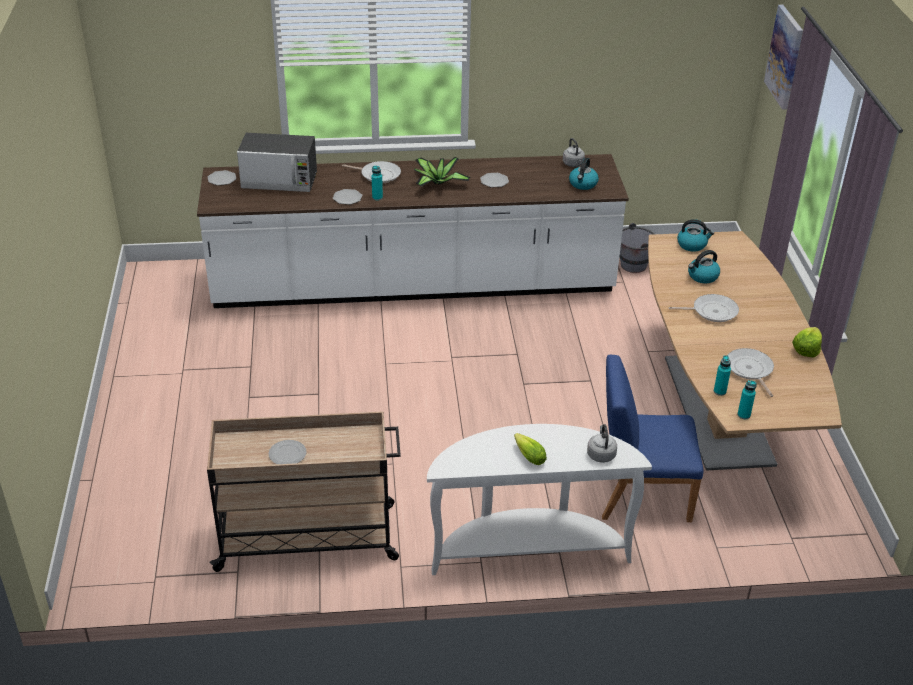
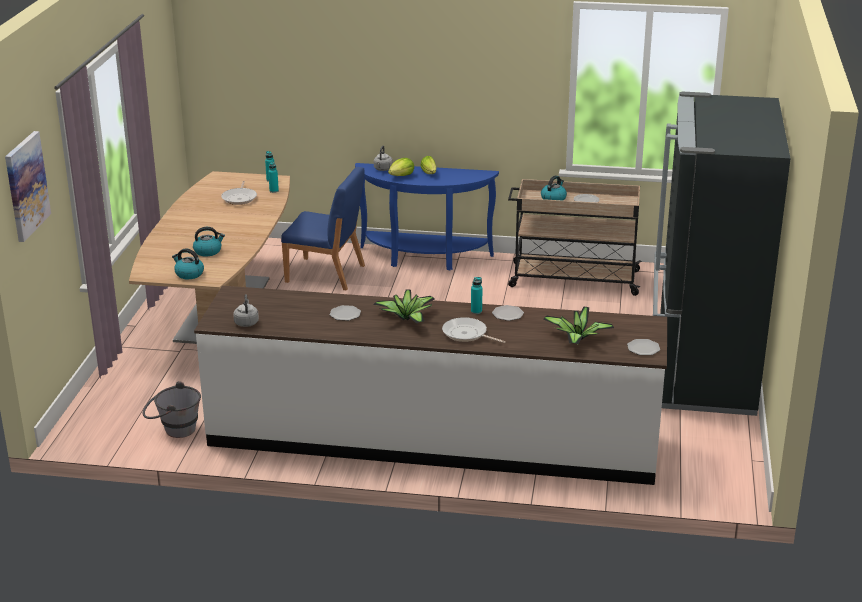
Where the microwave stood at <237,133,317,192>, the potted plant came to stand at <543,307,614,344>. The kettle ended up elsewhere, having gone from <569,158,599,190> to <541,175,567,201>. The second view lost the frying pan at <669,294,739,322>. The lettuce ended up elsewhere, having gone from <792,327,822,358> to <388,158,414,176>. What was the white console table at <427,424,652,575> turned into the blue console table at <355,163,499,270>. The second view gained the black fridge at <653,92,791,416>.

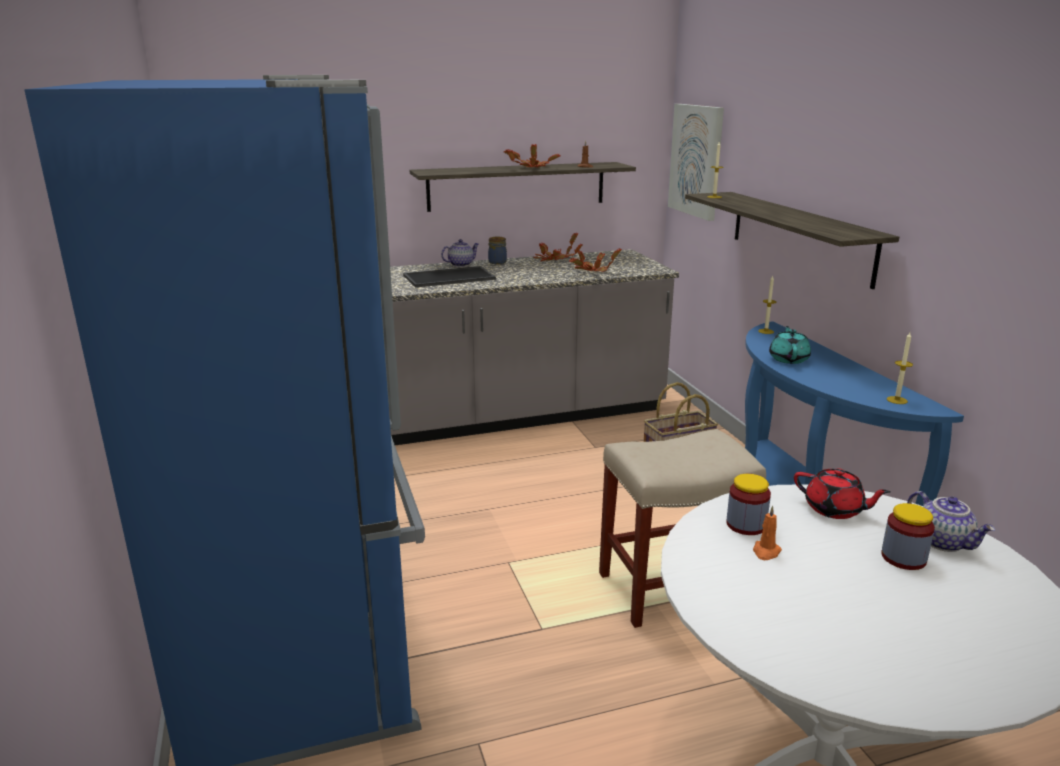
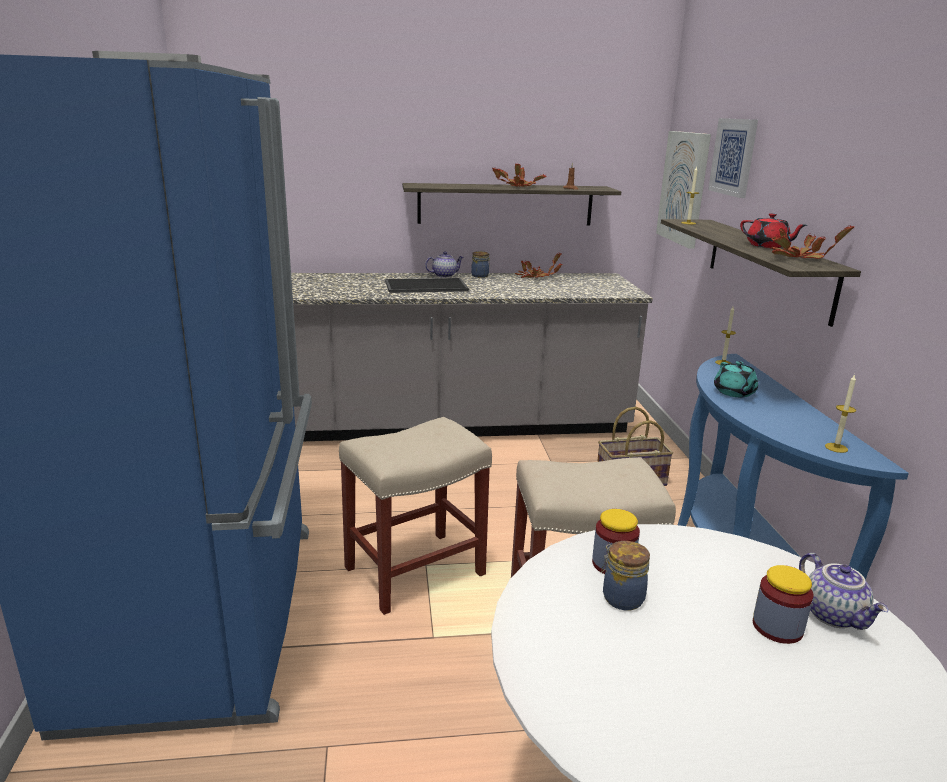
The potted plant ended up elsewhere, having gone from <569,248,622,272> to <771,226,854,259>. The turquoise teapot at <769,326,811,364> ended up facing another way, 150 degrees clockwise from before. The red teapot ended up elsewhere, having gone from <794,468,890,519> to <740,213,807,248>. Where the orange candle stood at <753,506,782,560>, the jar came to stand at <601,541,650,610>. The second view gained the picture at <708,118,758,198>. The second view gained the beige stool at <339,417,492,615>.

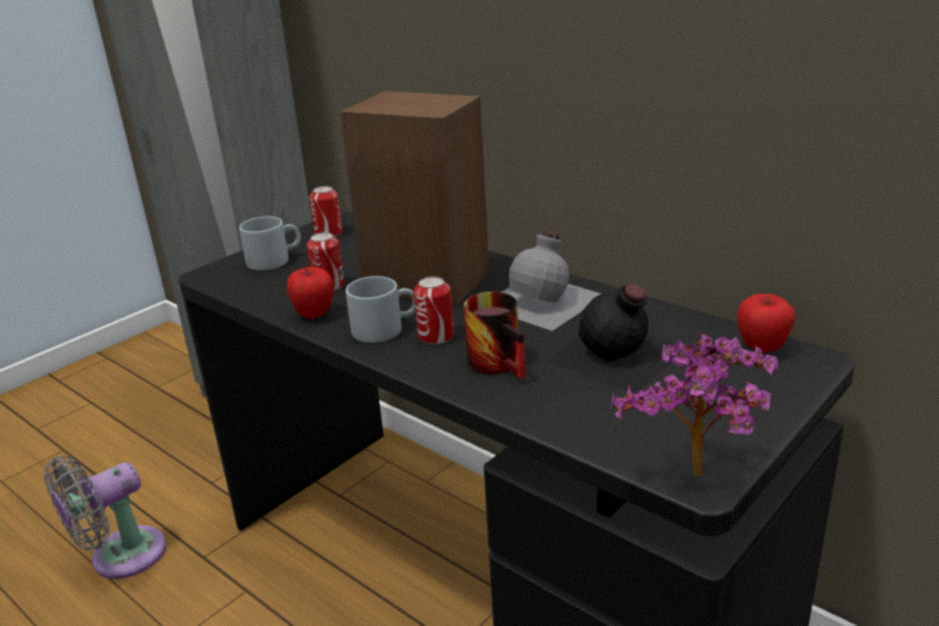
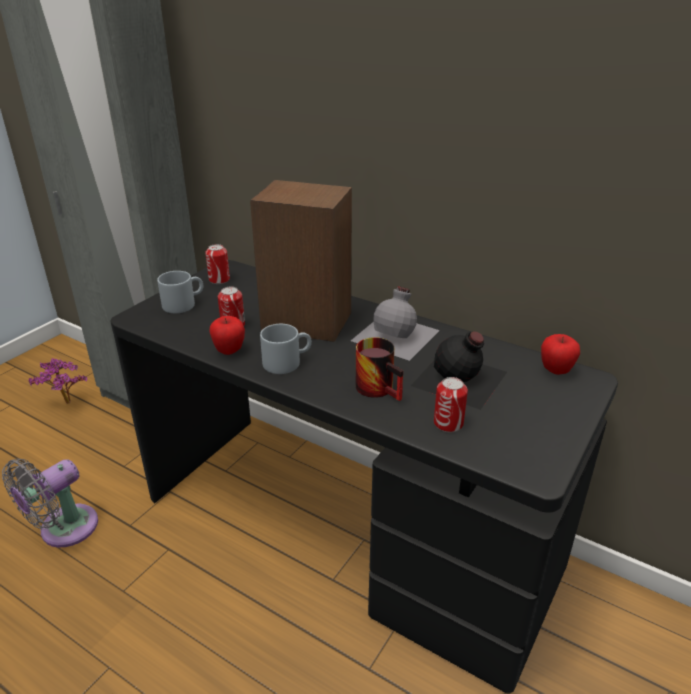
The can ended up elsewhere, having gone from <414,276,454,345> to <434,377,468,432>. The potted plant ended up elsewhere, having gone from <610,334,778,476> to <29,358,88,404>.

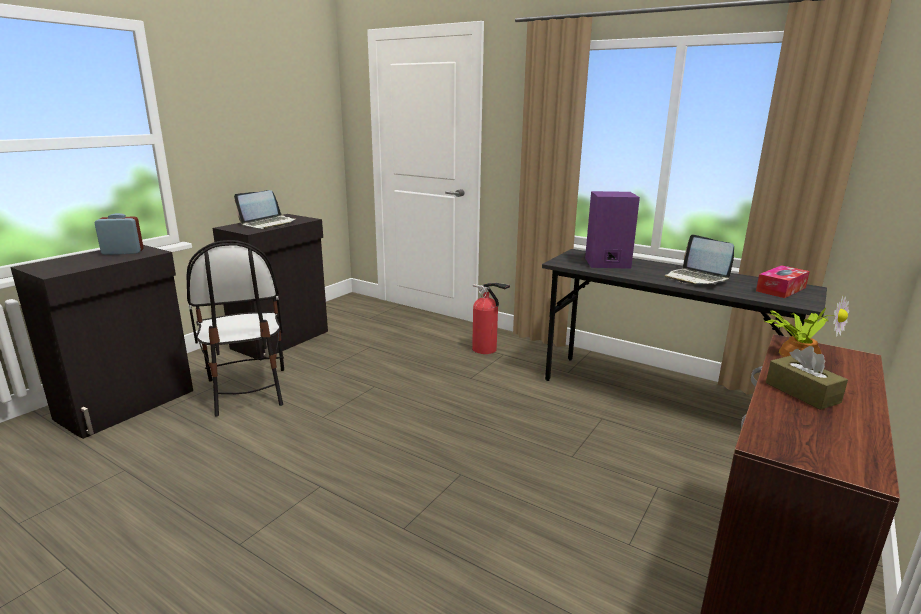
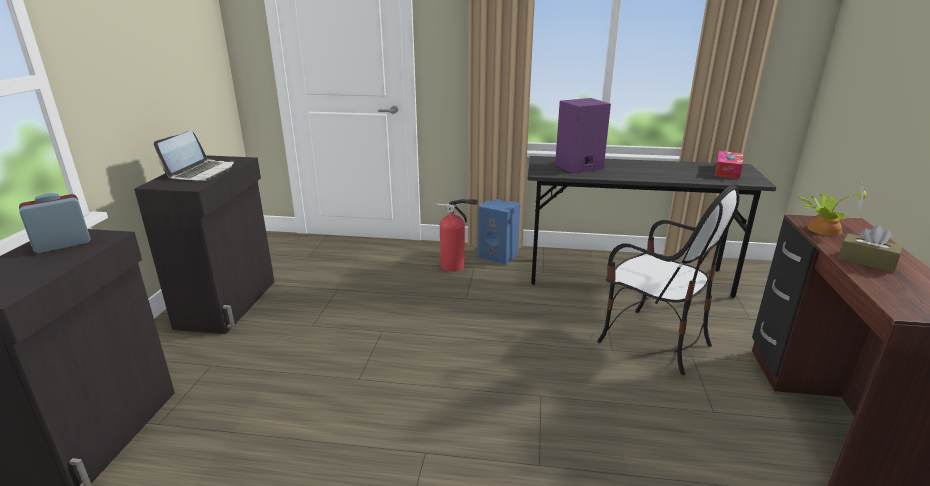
The second view lost the laptop at <664,234,734,284>. The chair ended up elsewhere, having gone from <187,240,284,417> to <597,183,740,375>. The second view gained the blue speaker at <478,199,520,265>.

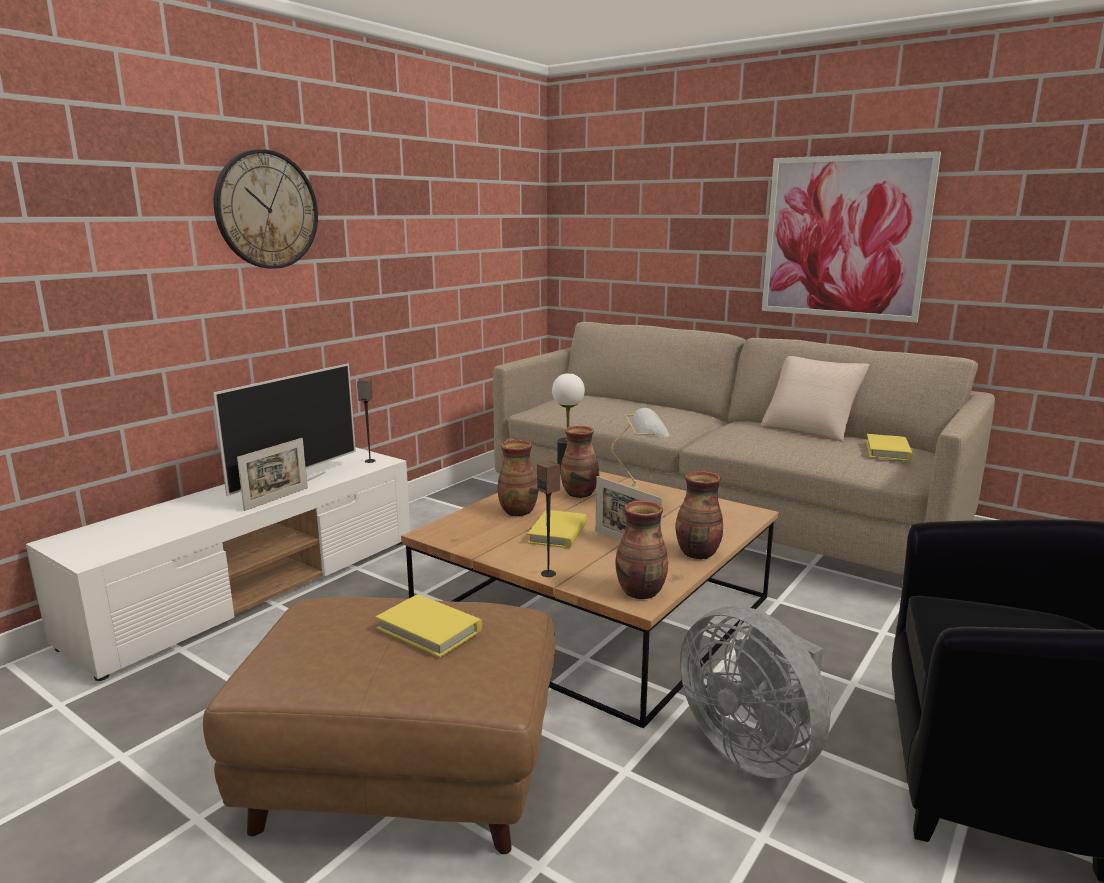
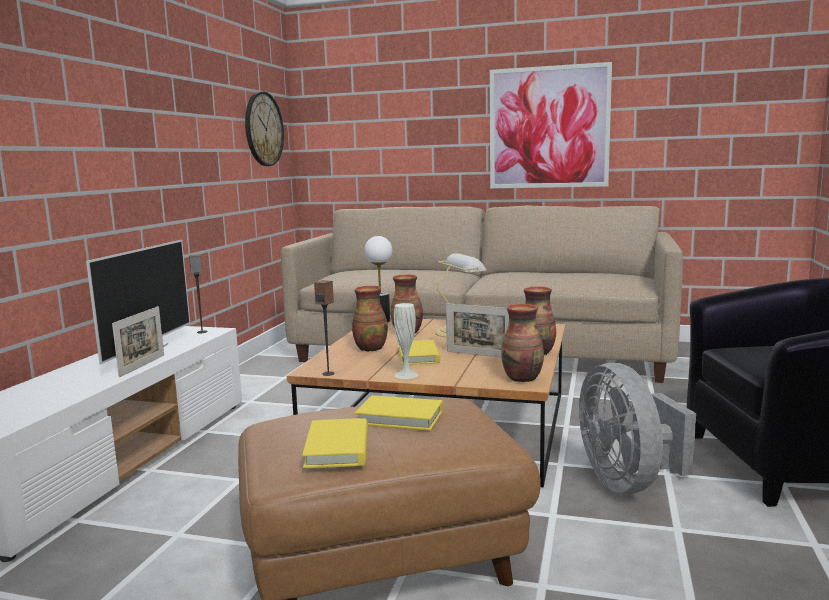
The wall clock ended up elsewhere, having gone from <214,149,318,269> to <245,91,284,166>. The second view lost the beige pillow at <761,356,869,442>. The yellow book ended up elsewhere, having gone from <866,434,913,461> to <302,418,368,468>. The speaker ended up elsewhere, having gone from <537,461,560,577> to <314,280,335,376>. The grey fan at <680,606,830,778> ended up facing another way, 45 degrees clockwise from before. The second view gained the white vase at <394,303,418,379>.

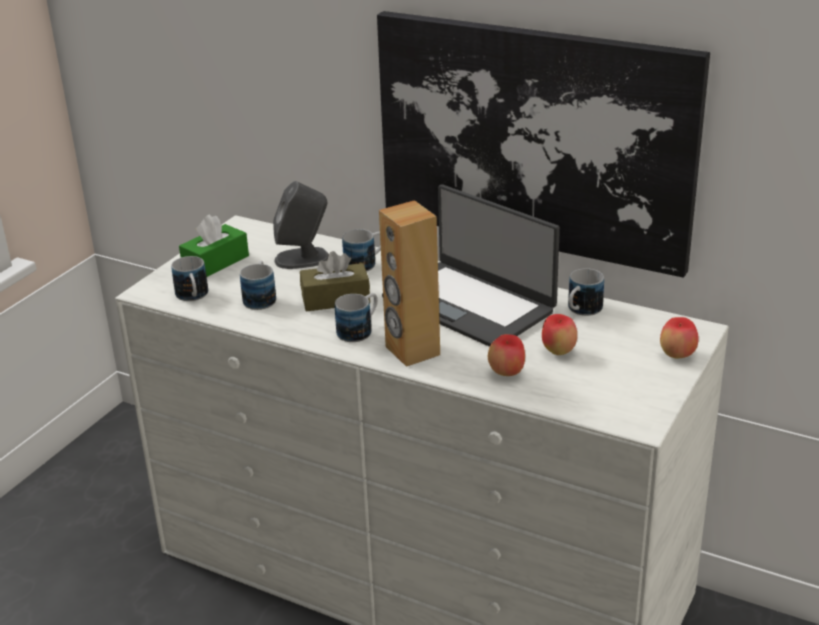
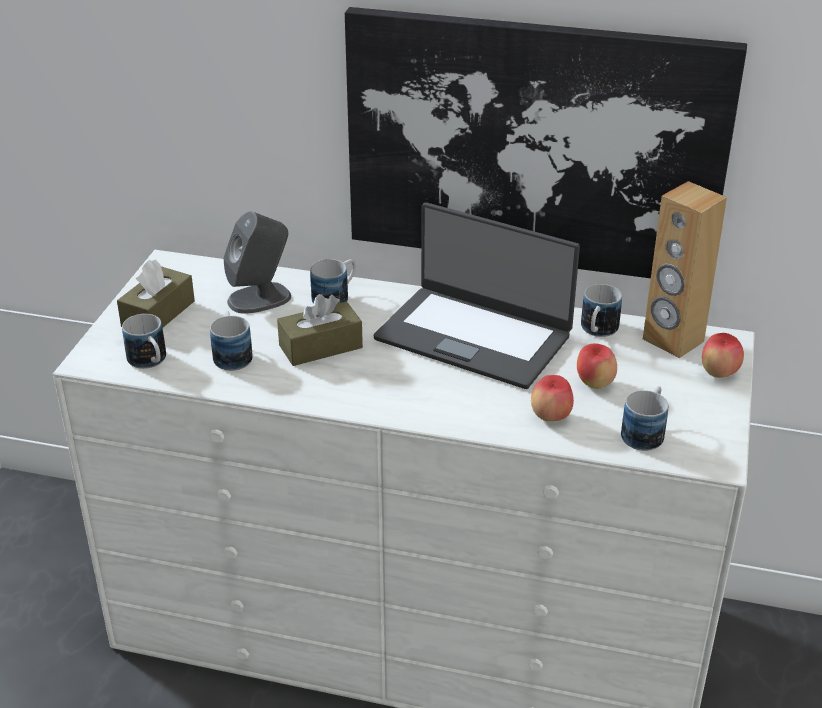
The brown speaker ended up elsewhere, having gone from <379,200,440,367> to <643,181,727,358>. What was the green tissue box at <179,214,249,277> turned into the brown tissue box at <117,259,195,328>. The mug ended up elsewhere, having gone from <335,293,377,342> to <621,386,668,451>.

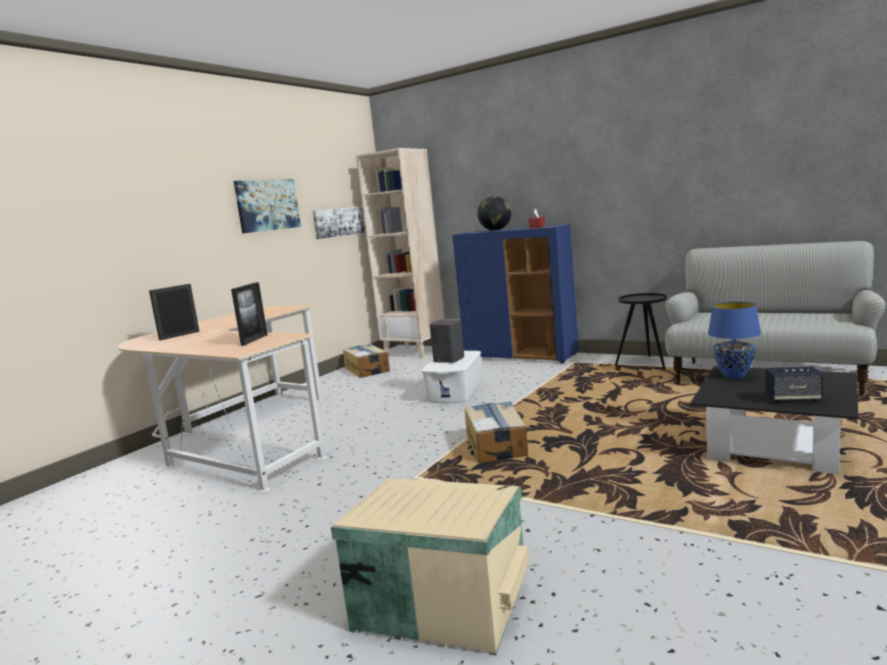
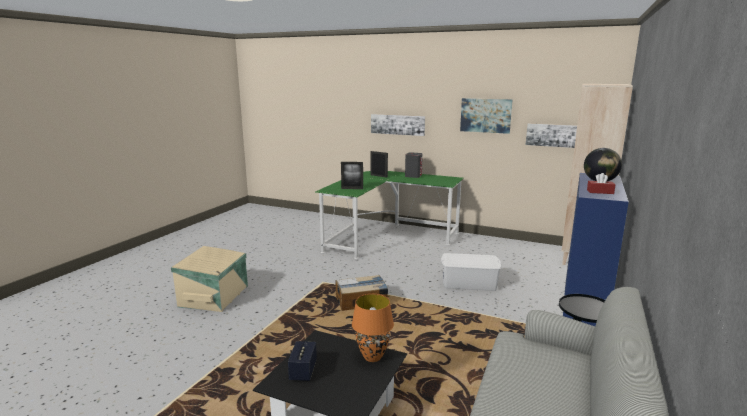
What was the blue table lamp at <708,302,761,378> turned into the orange table lamp at <352,294,394,362>. What was the beige desk at <118,306,326,492> turned into the green desk at <315,171,464,259>. The grey speaker ended up elsewhere, having gone from <429,319,464,363> to <405,152,422,178>. The second view lost the cardboard box at <343,344,390,378>. The second view gained the picture at <371,114,425,136>.

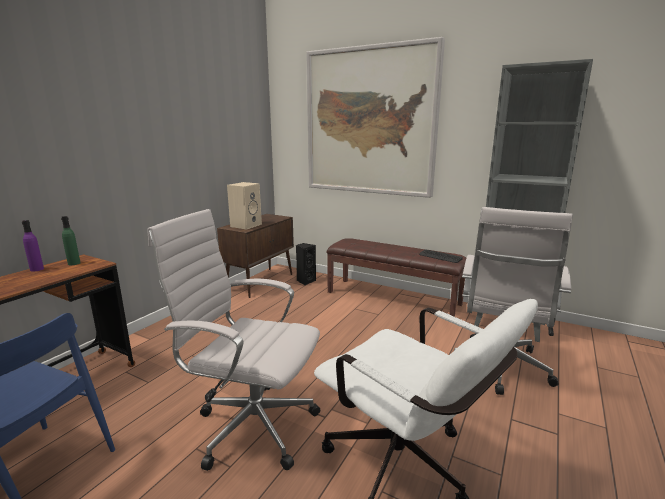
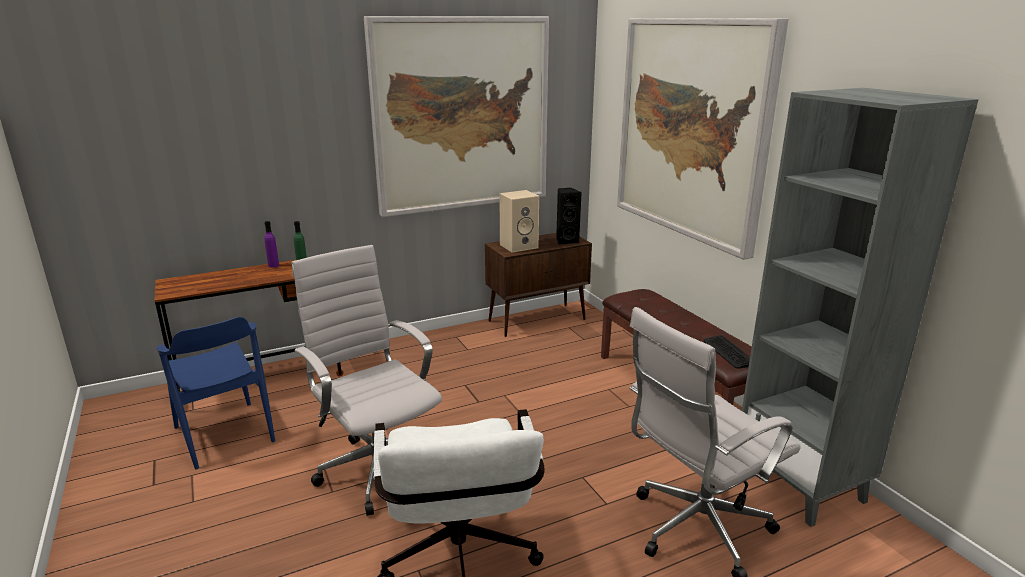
The black speaker ended up elsewhere, having gone from <296,243,316,285> to <556,188,582,245>. The second view gained the picture at <364,16,549,217>.

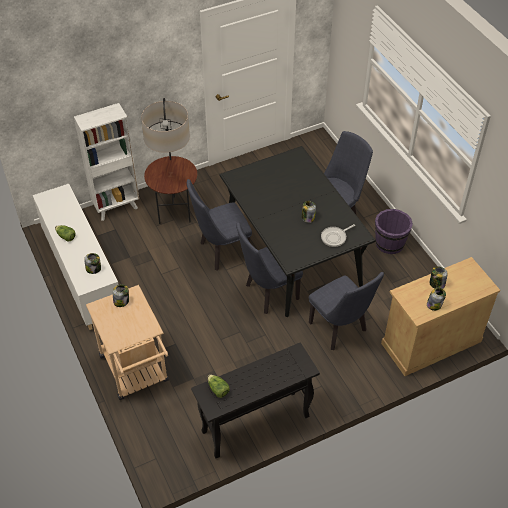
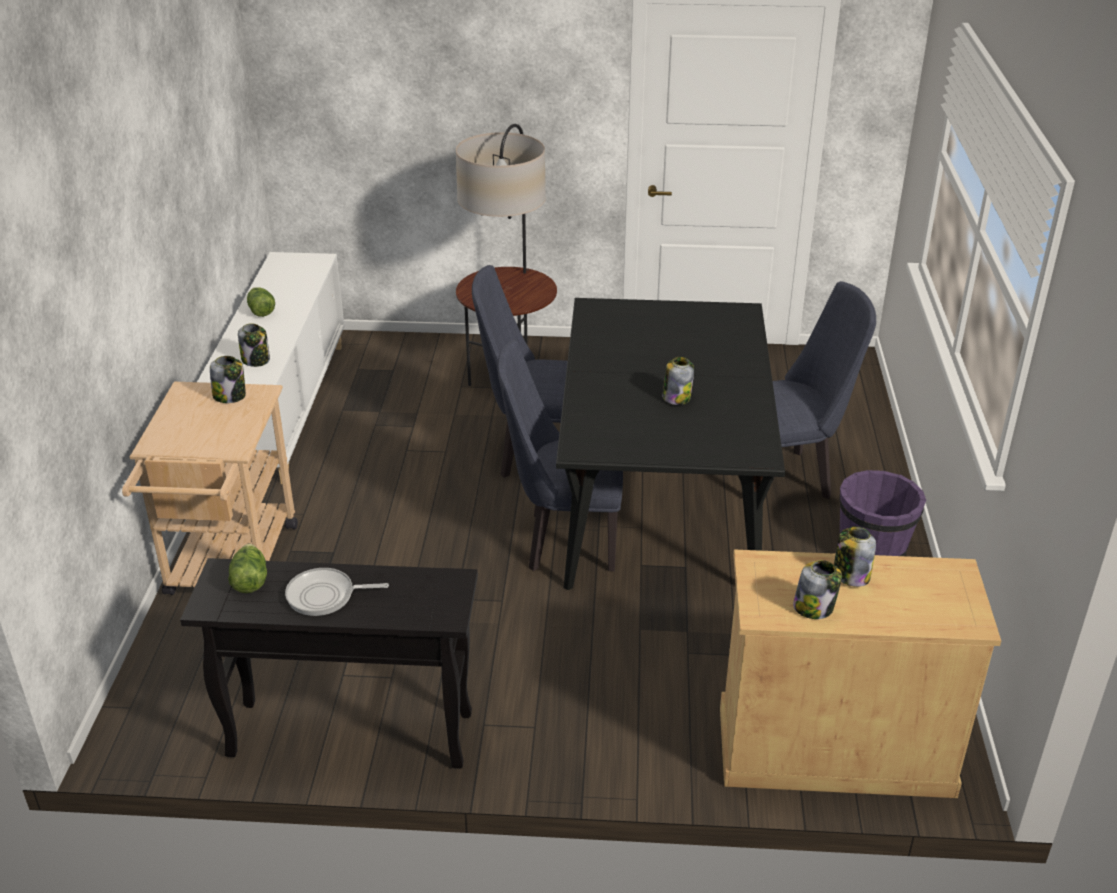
The second view lost the white bookcase at <74,103,139,221>. The frying pan ended up elsewhere, having gone from <321,224,355,247> to <285,568,389,616>. The second view lost the blue chair at <309,272,384,350>.

